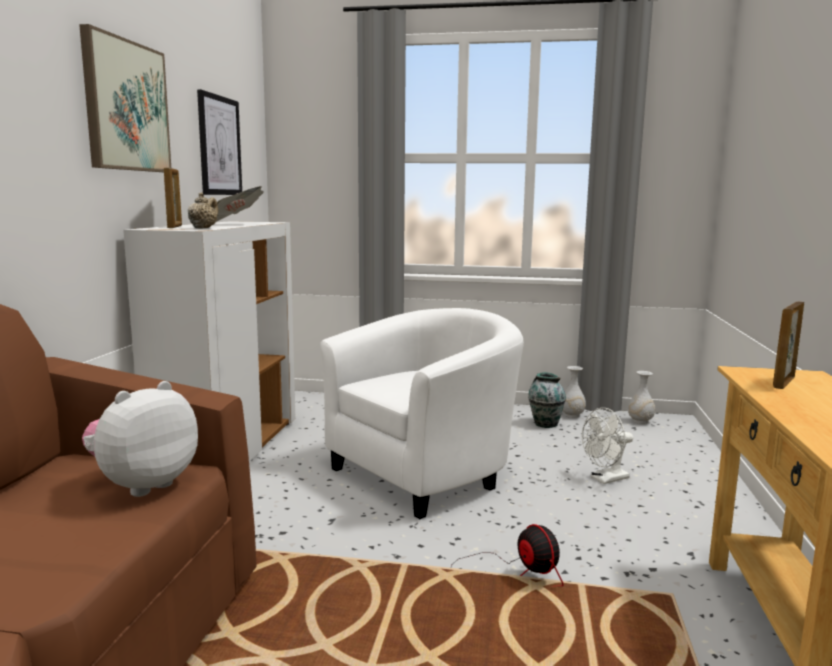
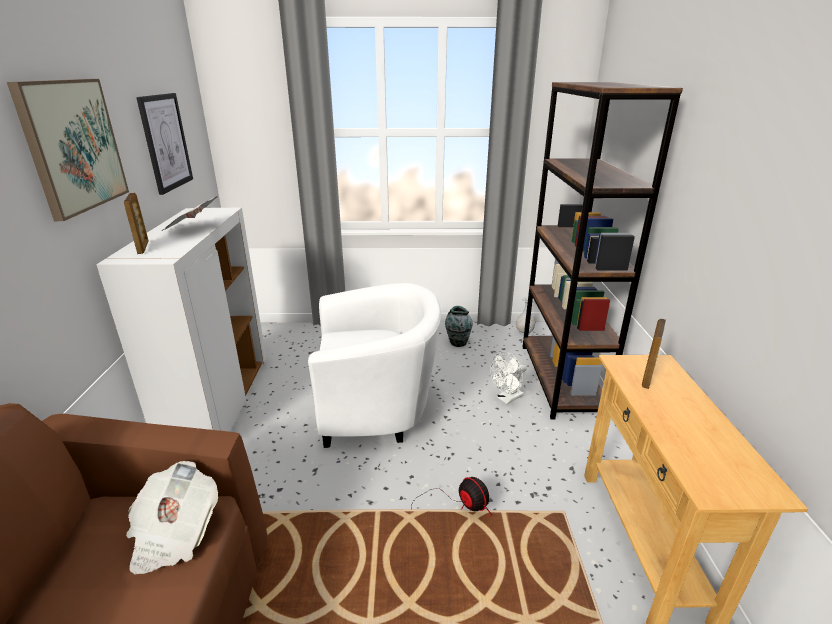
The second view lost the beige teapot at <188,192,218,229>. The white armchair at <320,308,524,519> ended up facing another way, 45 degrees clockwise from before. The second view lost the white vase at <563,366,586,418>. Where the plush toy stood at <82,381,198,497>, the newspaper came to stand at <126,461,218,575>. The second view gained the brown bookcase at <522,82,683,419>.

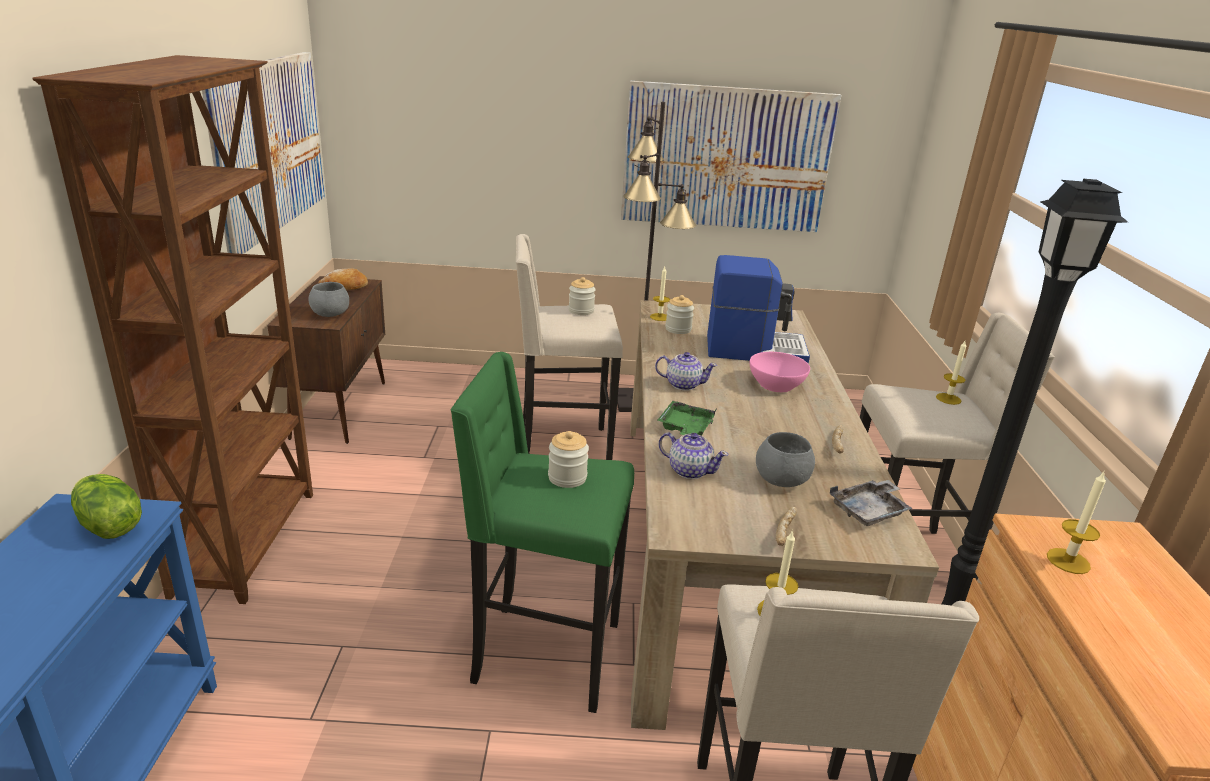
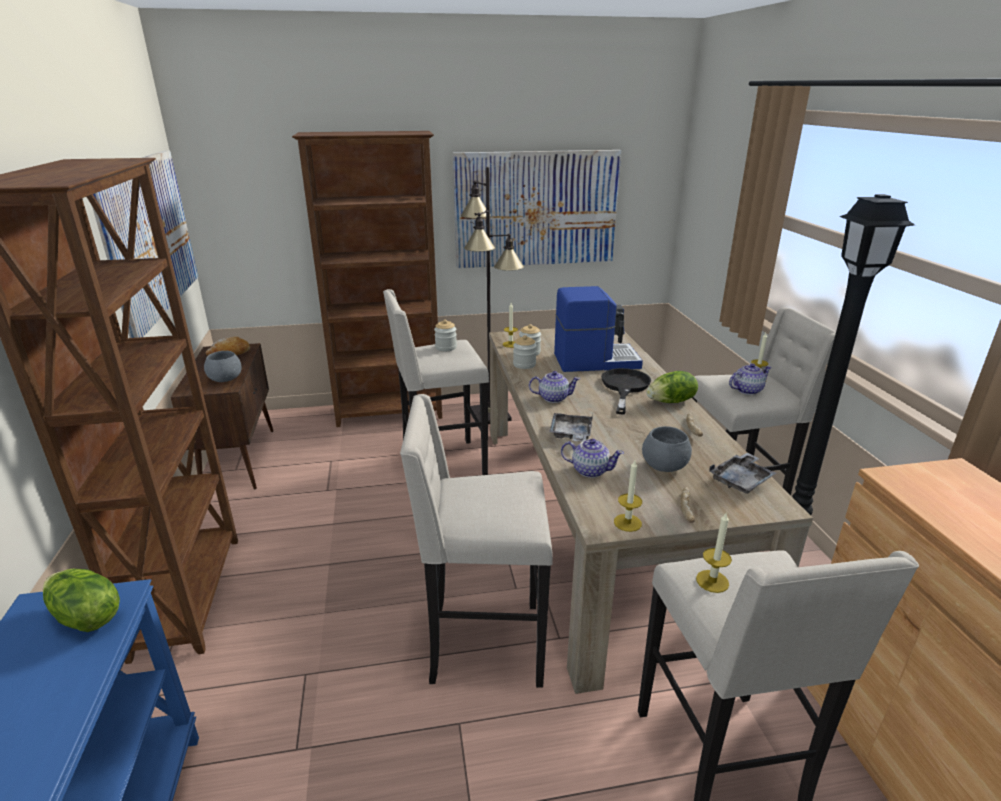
What was the green stool at <450,352,634,713> turned into the beige stool at <400,394,553,688>. Where the pink bowl stood at <749,352,810,392>, the black frying pan came to stand at <601,368,651,414>. What was the green tray at <658,401,717,436> turned into the grey tray at <549,413,593,442>. The jar ended up elsewhere, having gone from <548,431,589,488> to <513,335,537,369>. The candle ended up elsewhere, having gone from <1047,472,1106,574> to <614,460,642,532>. The second view gained the brown bookcase at <292,131,442,427>. The second view gained the teapot at <729,363,772,395>. The second view gained the lettuce at <647,371,698,403>.

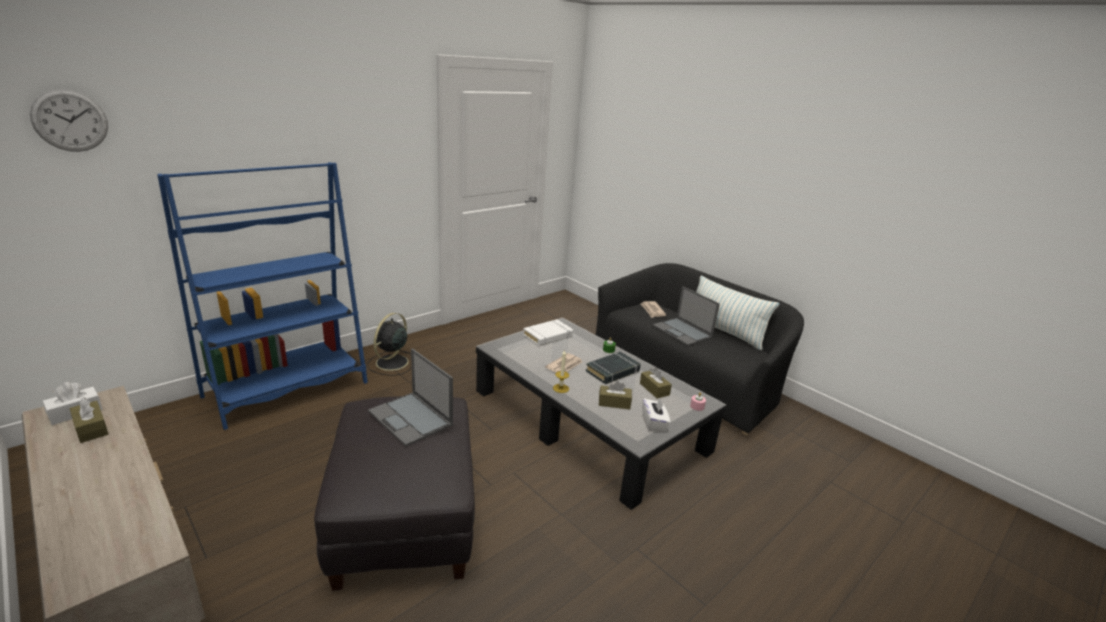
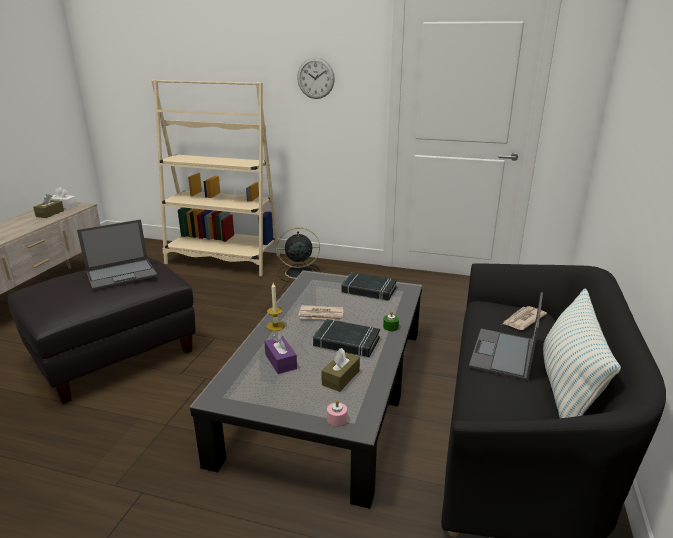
The wall clock ended up elsewhere, having gone from <30,89,108,152> to <297,57,335,99>. What was the blue bookcase at <157,162,368,430> turned into the beige bookcase at <151,79,280,277>. What was the white book at <523,319,573,346> turned into the black book at <341,272,397,301>. The laptop at <368,348,453,446> ended up facing another way, 135 degrees counterclockwise from before. What was the brown tissue box at <599,381,632,409> turned into the purple tissue box at <264,334,297,374>. The second view lost the white tissue box at <642,397,670,431>.

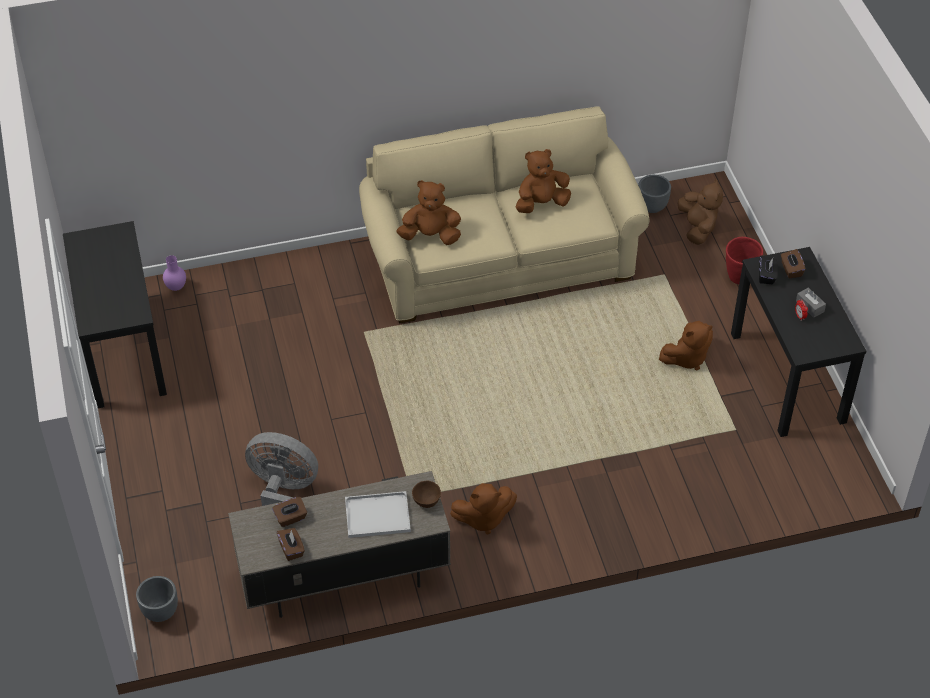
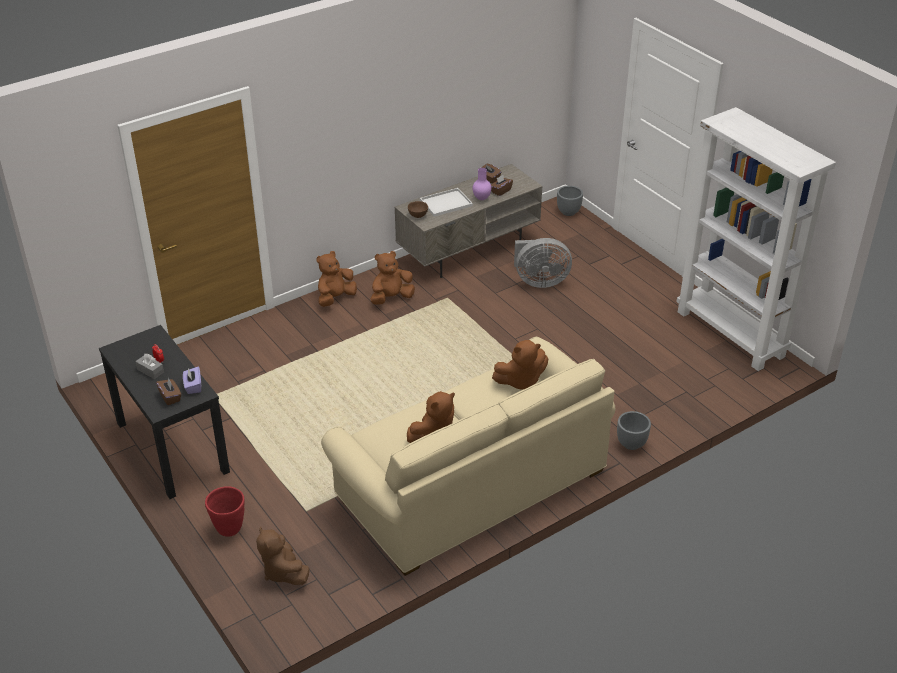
The grey planter ended up elsewhere, having gone from <638,175,671,213> to <617,411,651,450>. Where the black console table stood at <63,221,167,408>, the white bookcase came to stand at <677,107,836,371>. The purple vase ended up elsewhere, having gone from <163,255,186,291> to <473,168,492,200>. What was the black tissue box at <759,255,778,284> turned into the purple tissue box at <183,367,201,394>. The brown plush toy ended up elsewhere, having gone from <659,321,713,370> to <316,251,357,307>.

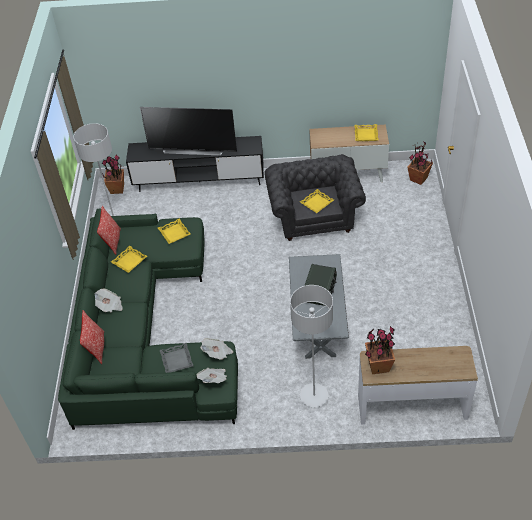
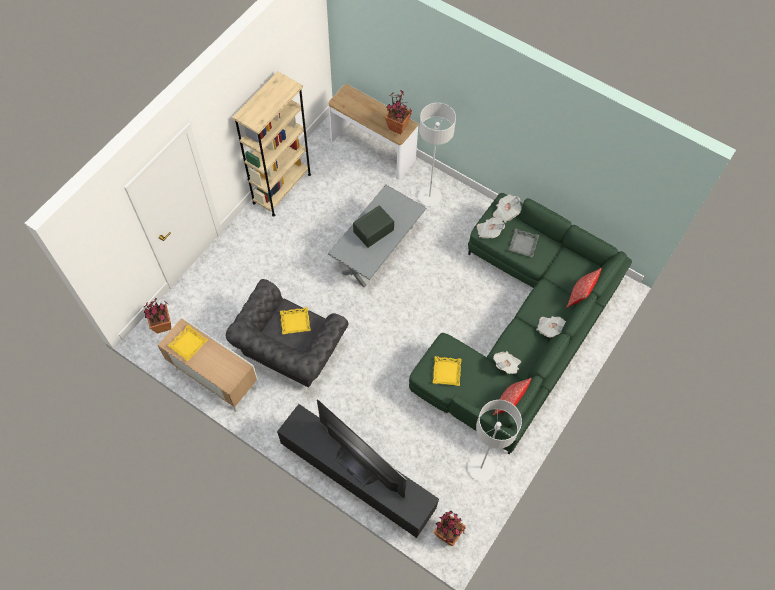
Where the yellow tray stood at <111,246,147,273>, the newspaper came to stand at <493,351,521,374>. The second view gained the beige bookcase at <232,71,311,217>.

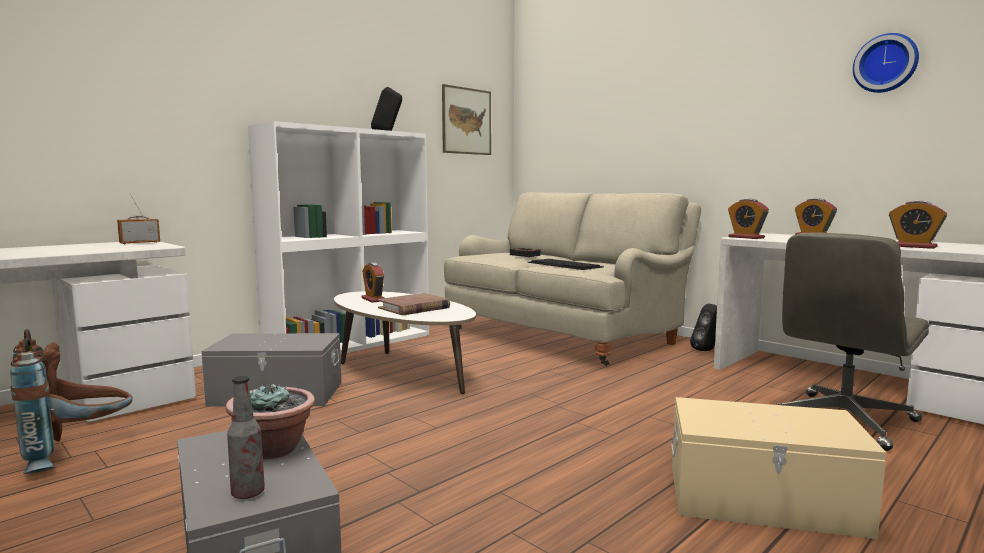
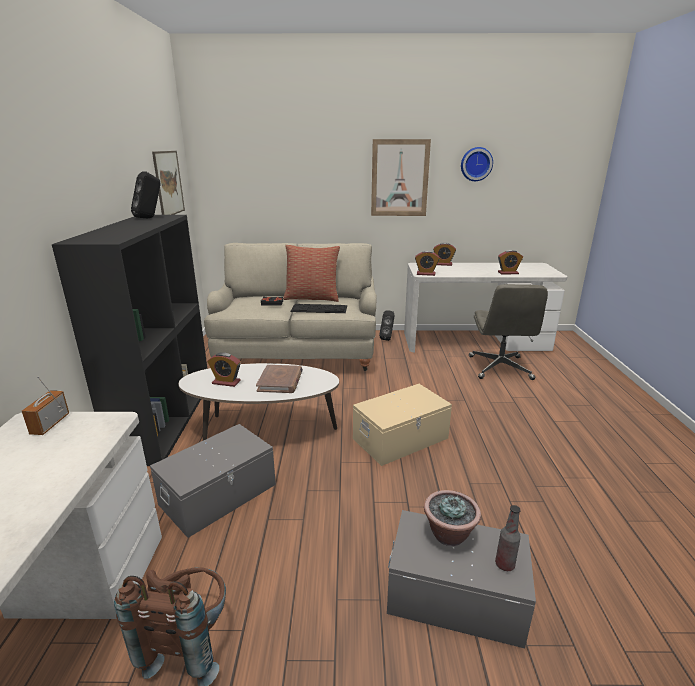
What was the white bookcase at <248,121,429,354> turned into the black bookcase at <52,215,207,466>. The beige storage box ended up elsewhere, having gone from <671,397,887,539> to <353,384,452,466>. The second view gained the picture at <371,139,431,216>. The second view gained the pillow at <283,245,340,302>.

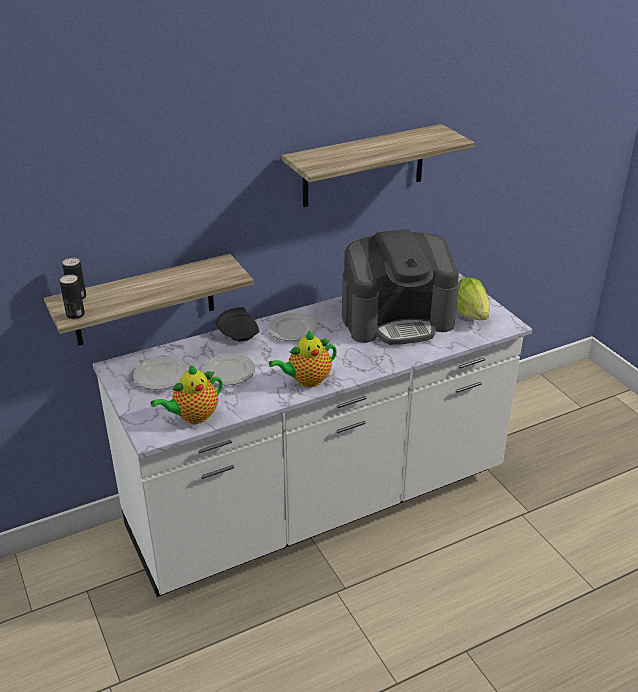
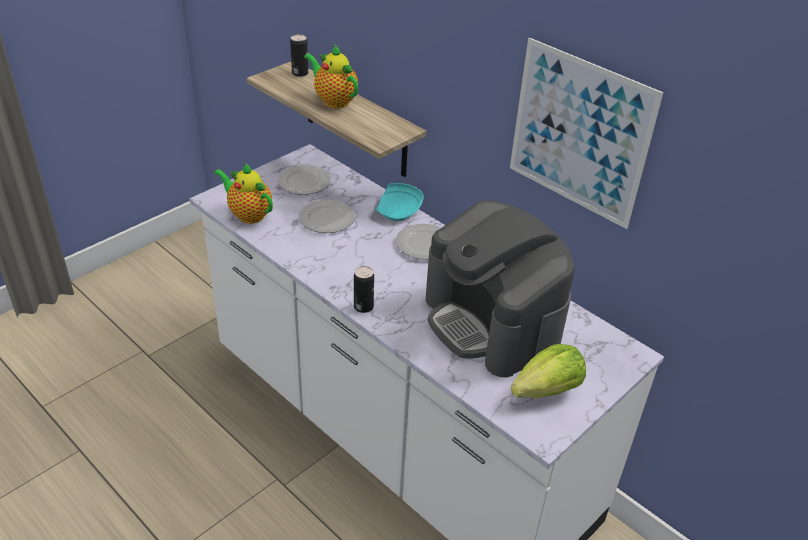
Where the shelf hung at <282,124,475,207>, the picture came to hang at <510,38,663,229>. The can ended up elsewhere, having gone from <60,275,85,319> to <354,266,374,313>. What was the black plate at <216,307,259,341> turned into the turquoise plate at <376,183,424,221>. The teapot ended up elsewhere, having gone from <269,331,337,387> to <304,45,358,108>.

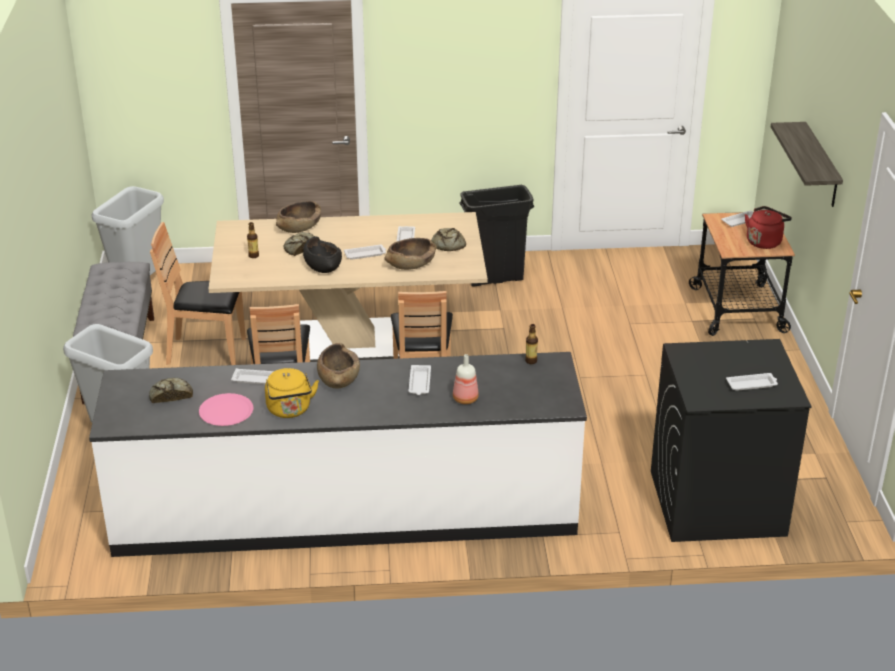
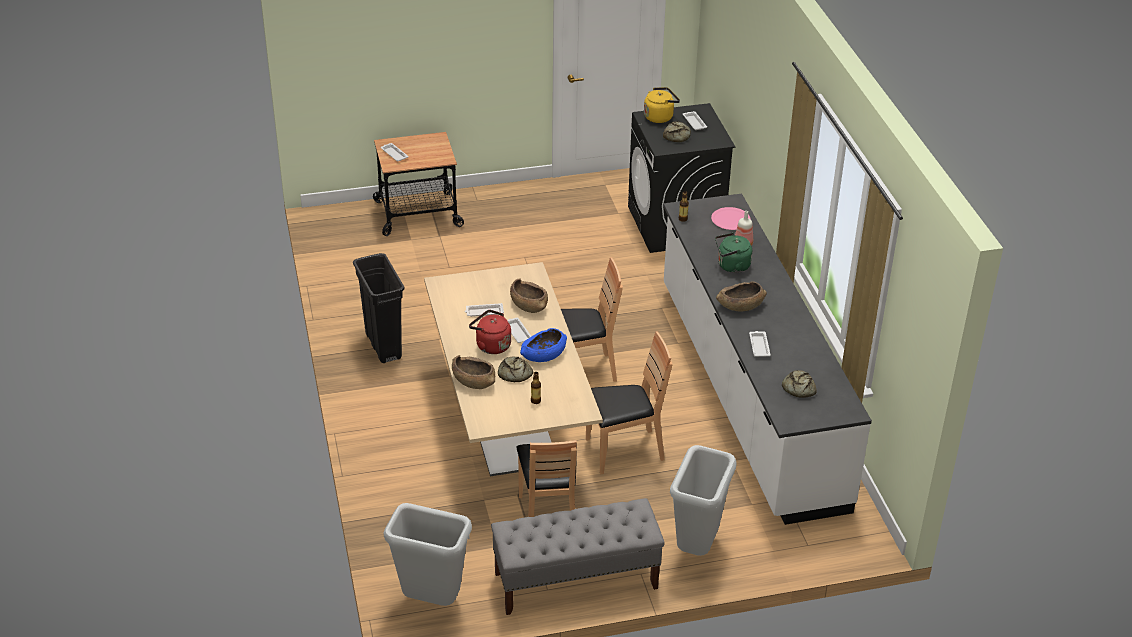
The second view lost the shelf at <771,122,843,207>. The red kettle ended up elsewhere, having gone from <745,206,792,249> to <469,310,511,354>. The bread ended up elsewhere, having gone from <431,228,466,251> to <663,121,691,142>. What was the black bowl at <303,236,342,273> turned into the blue bowl at <520,328,567,362>. Where the white tray stood at <409,365,431,395>, the green kettle came to stand at <715,233,752,273>. The yellow kettle ended up elsewhere, having gone from <265,368,319,418> to <644,87,680,123>. The pink plate ended up elsewhere, having gone from <199,393,253,426> to <711,207,751,230>.

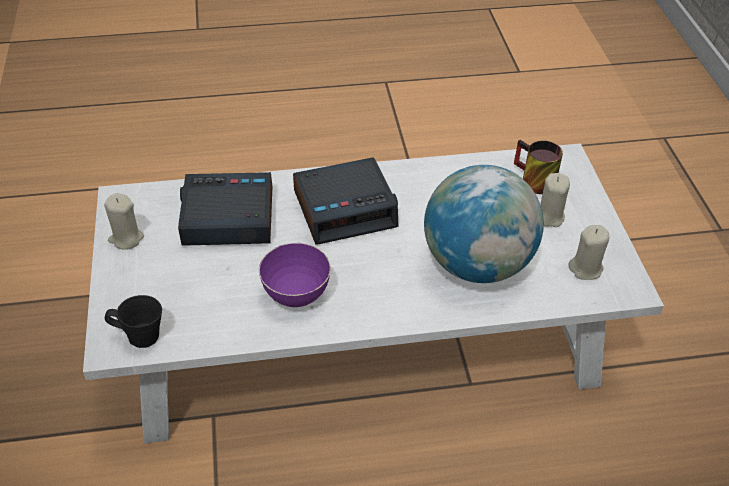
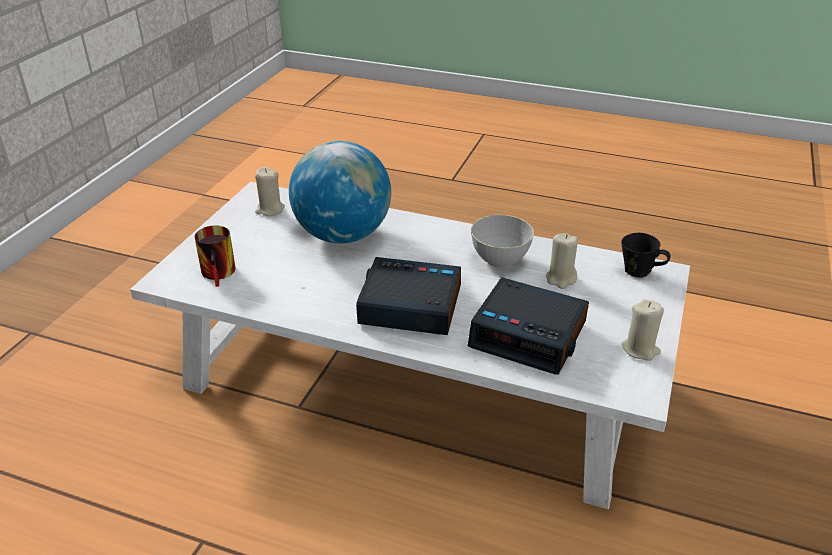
The beige candle ended up elsewhere, having gone from <540,173,570,227> to <546,233,578,289>. What was the purple bowl at <259,243,331,307> turned into the grey bowl at <471,215,534,268>.

